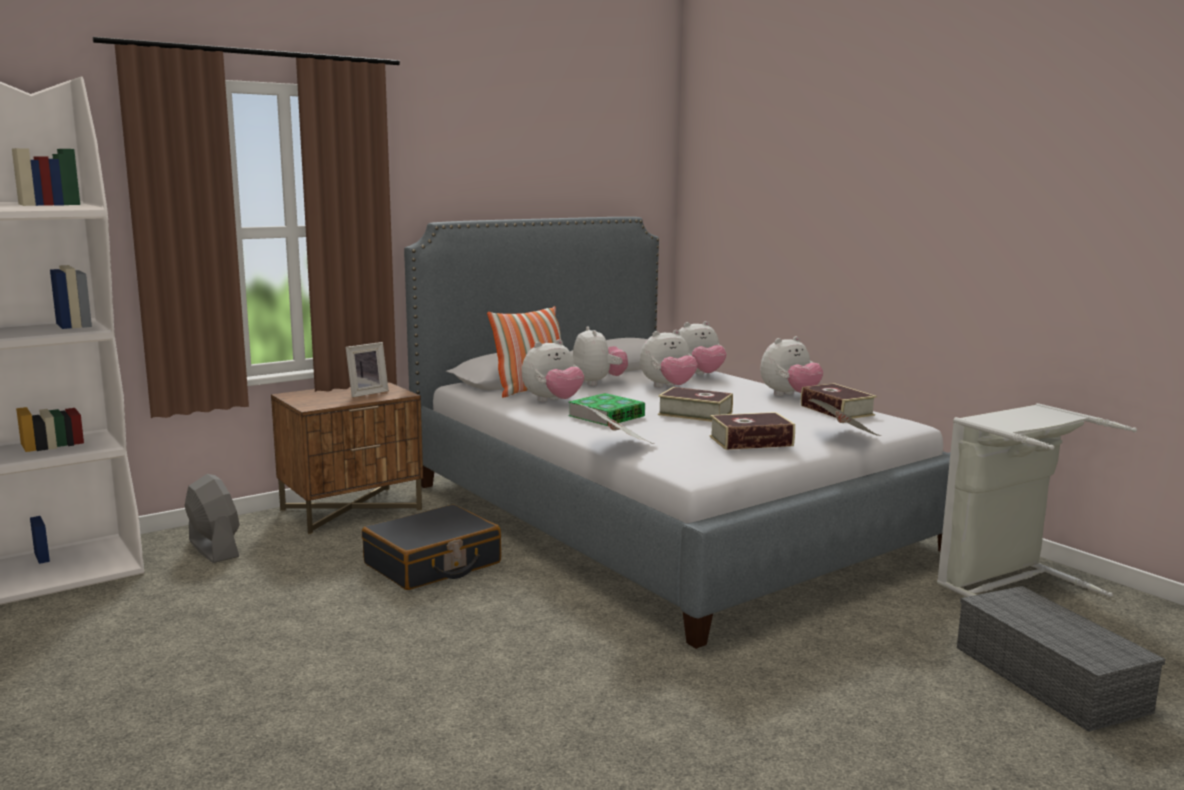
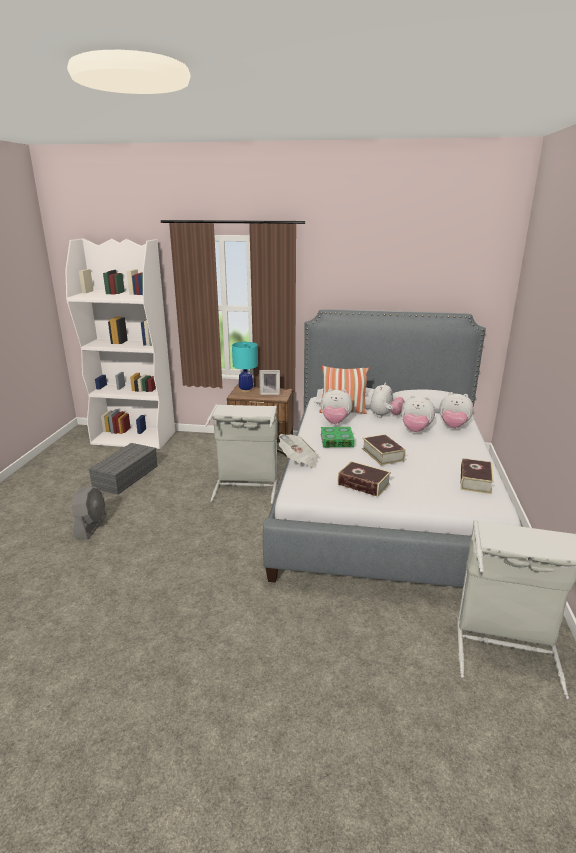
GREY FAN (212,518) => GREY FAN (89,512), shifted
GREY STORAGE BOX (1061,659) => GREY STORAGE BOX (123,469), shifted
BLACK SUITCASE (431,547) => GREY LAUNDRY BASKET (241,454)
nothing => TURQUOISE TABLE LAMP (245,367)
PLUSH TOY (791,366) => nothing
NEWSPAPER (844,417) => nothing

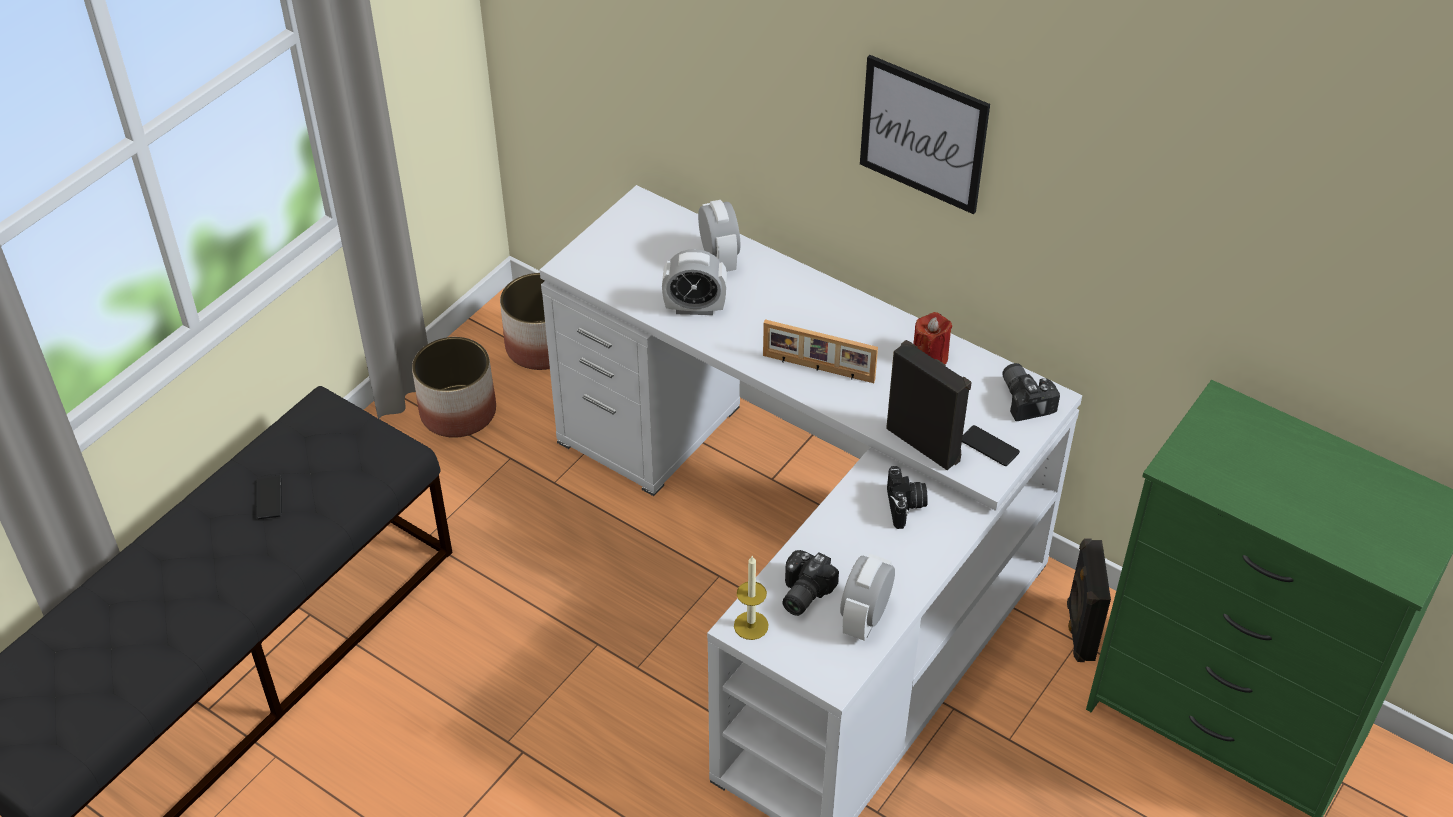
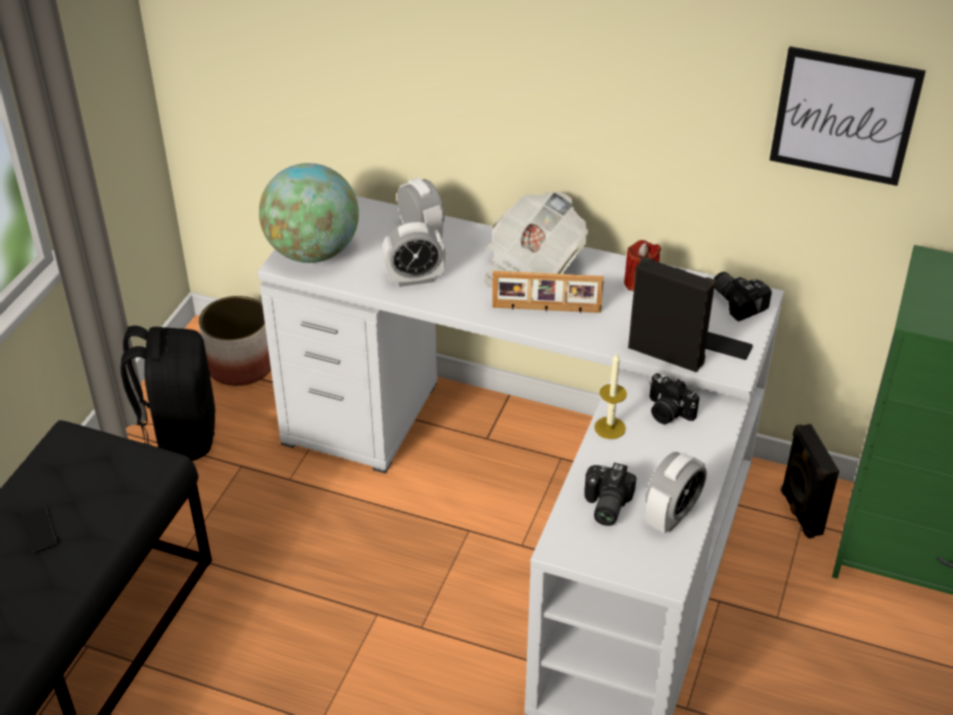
PLANTER (454,387) => BLACK BACKPACK (168,393)
nothing => GLOBE (309,213)
nothing => NEWSPAPER (536,239)
CANDLE (751,597) => CANDLE (610,396), shifted
ALARM CLOCK (867,597) => ALARM CLOCK (676,493), 150 degrees counterclockwise
PHOTO CAMERA (907,497) => PHOTO CAMERA (674,398), 150 degrees clockwise
PICTURE (925,134) => PICTURE (848,116), shifted

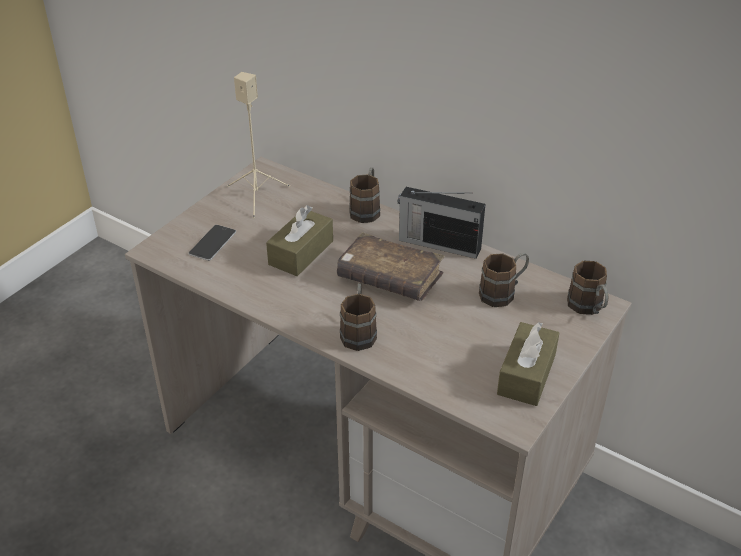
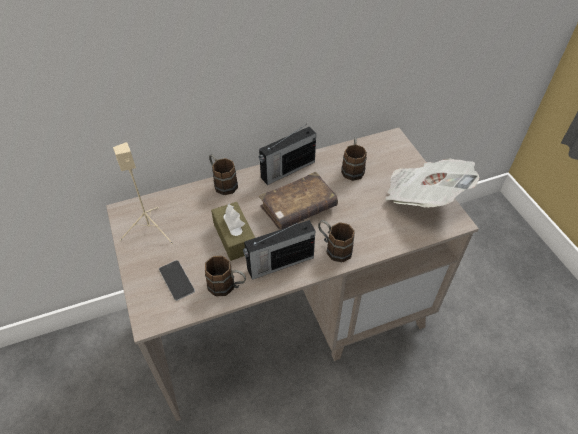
BROWN MUG (587,288) => BROWN MUG (225,276), shifted
nothing => RADIO (279,250)
BROWN TISSUE BOX (528,364) => NEWSPAPER (432,183)

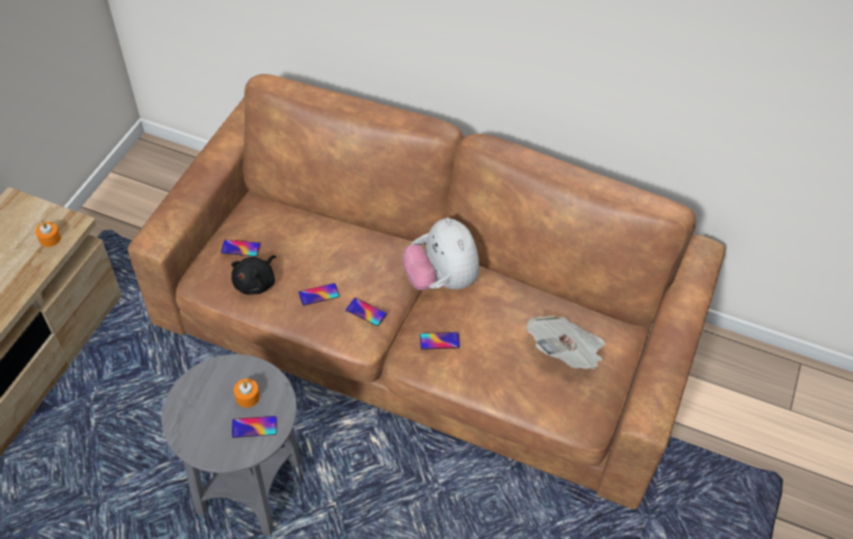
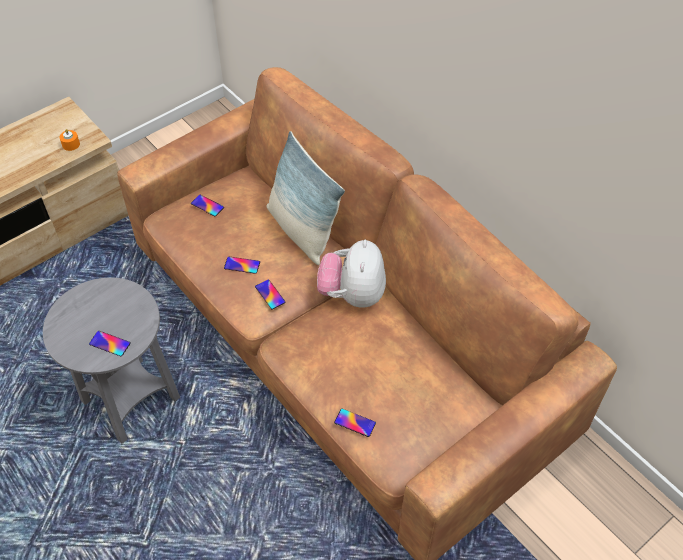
nothing => PILLOW (306,198)
PHONE (440,341) => PHONE (355,423), shifted
BLACK PLUSH TOY (253,275) => nothing
ORANGE CANDLE (247,393) => nothing
NEWSPAPER (566,342) => nothing

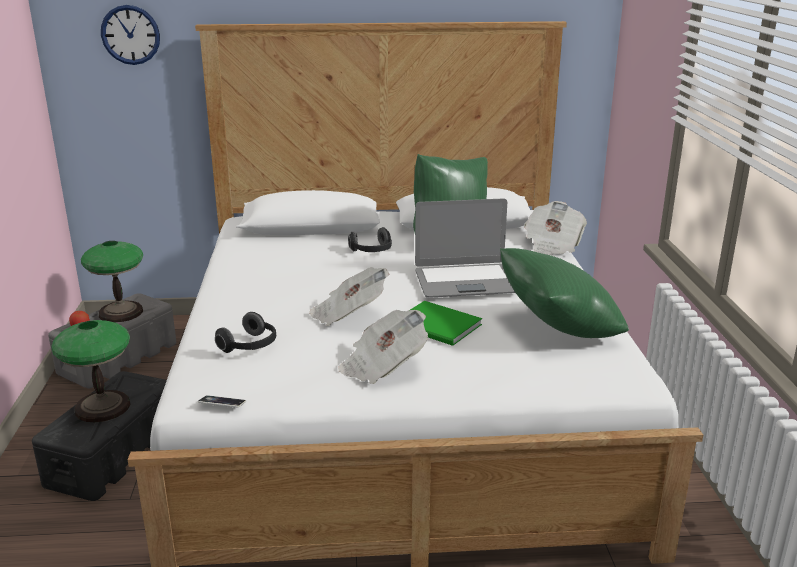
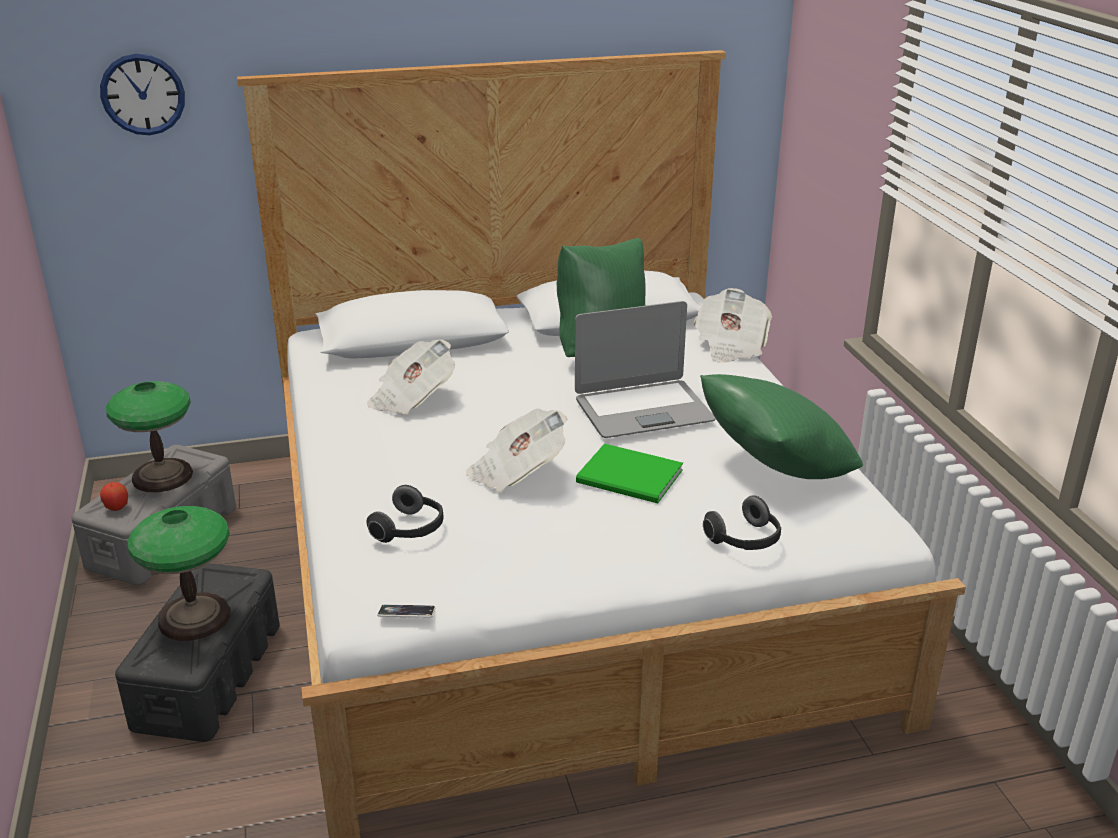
NEWSPAPER (383,347) => NEWSPAPER (411,377), shifted
HEADPHONES (370,239) => HEADPHONES (742,522), shifted

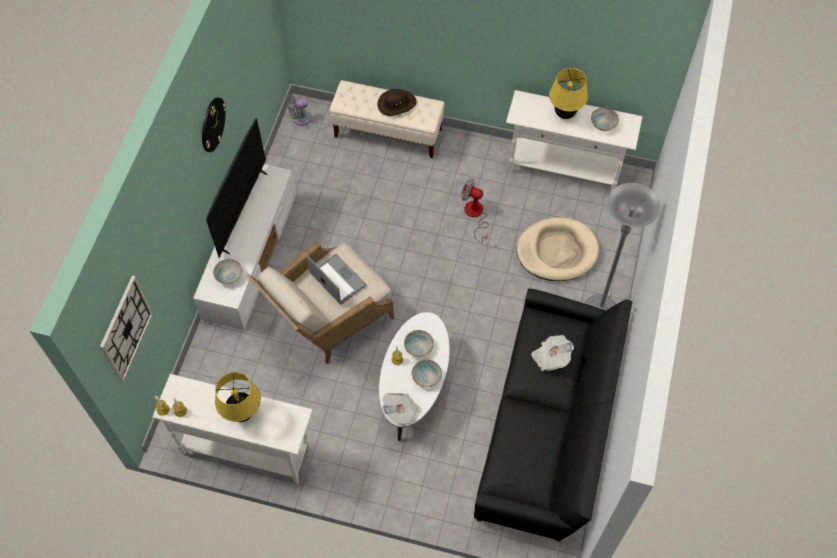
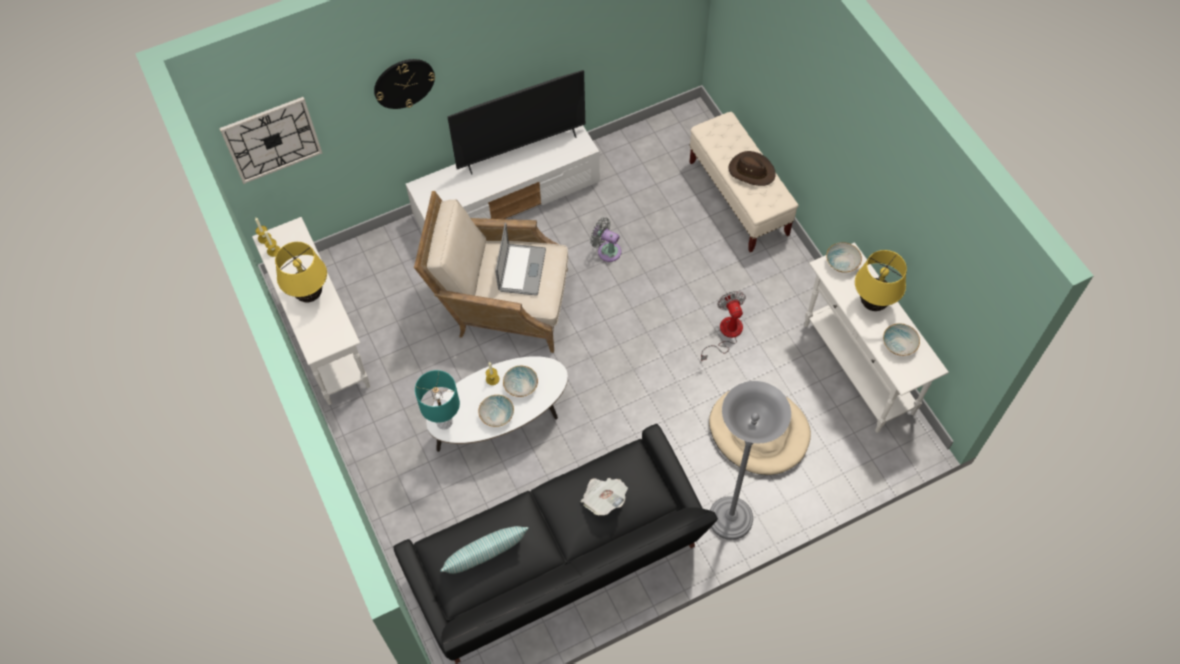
WALL CLOCK (214,124) => WALL CLOCK (404,84), shifted
NEWSPAPER (402,408) => TURQUOISE TABLE LAMP (437,400)
nothing => PILLOW (484,550)
GREY FAN (299,110) => GREY FAN (605,239), shifted
BOWL (227,271) => BOWL (844,257), shifted

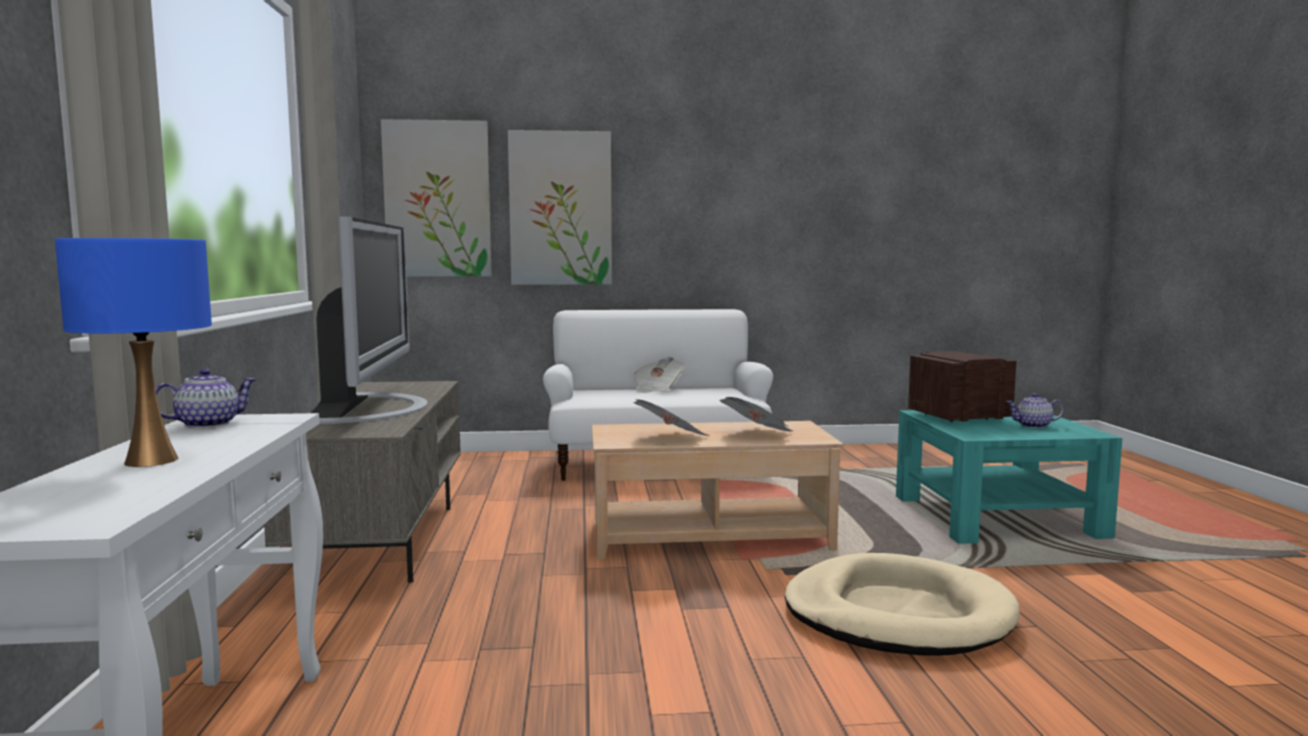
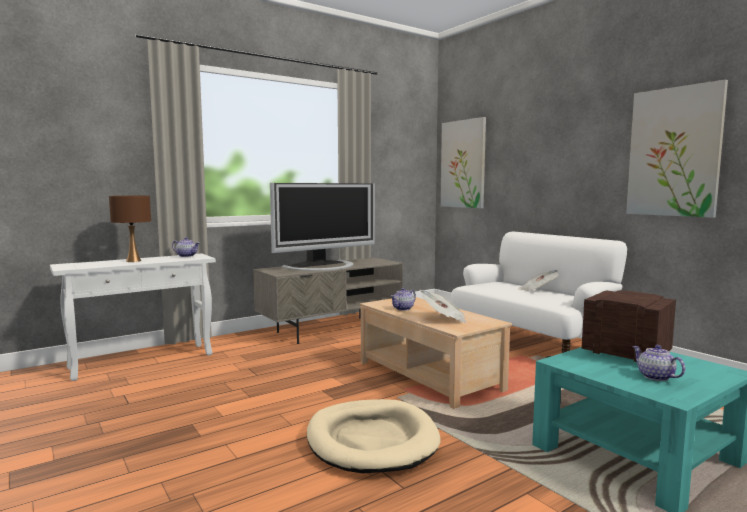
BLUE TABLE LAMP (133,352) => BROWN TABLE LAMP (130,229)
NEWSPAPER (671,417) => TEAPOT (403,299)
PICTURE (560,207) => PICTURE (677,148), shifted

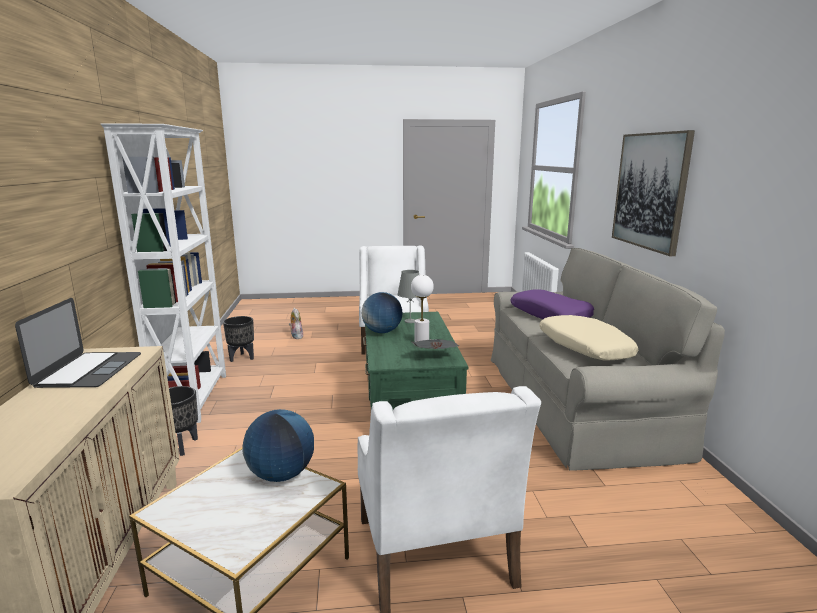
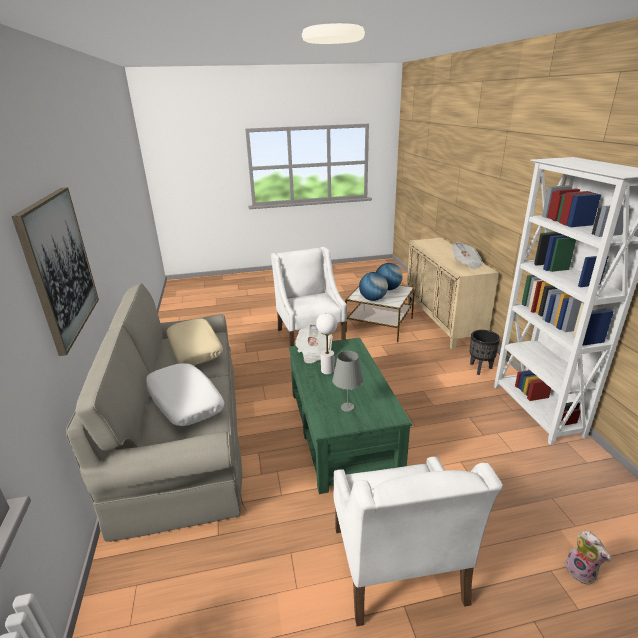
PURPLE PILLOW (552,304) => WHITE PILLOW (185,394)
GLOBE (382,312) => GLOBE (389,276), shifted
LAPTOP (78,343) => NEWSPAPER (467,255)
BLACK PLANTER (238,339) => nothing

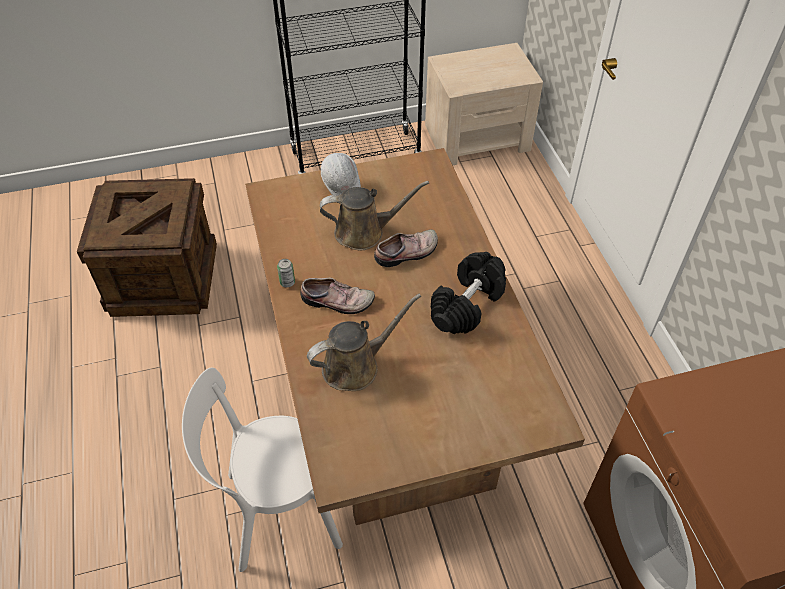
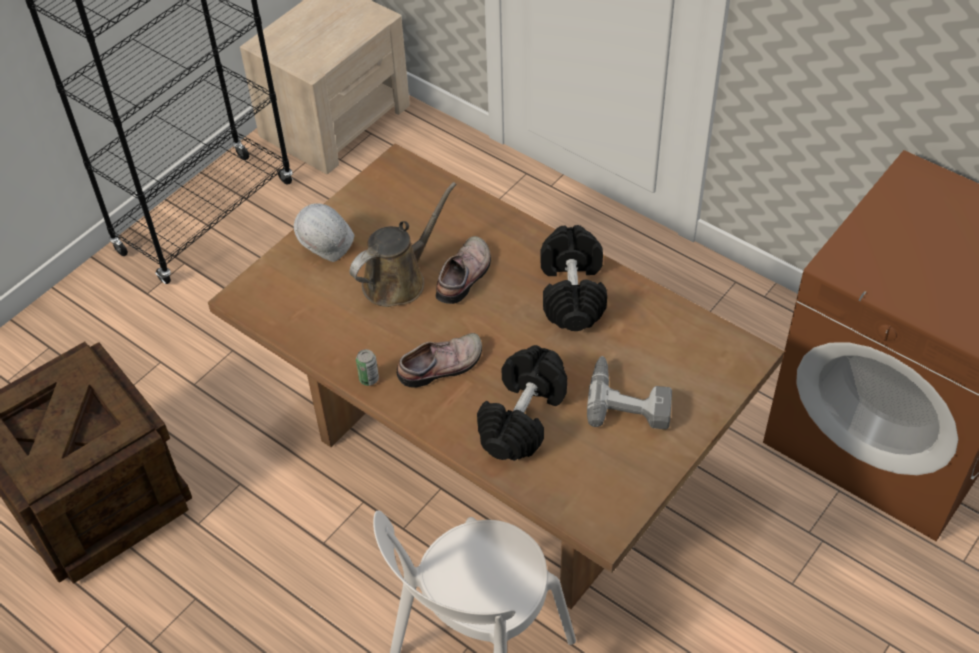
BROWN WATERING CAN (364,342) => BLACK DUMBBELL (522,403)
nothing => POWER DRILL (629,392)

